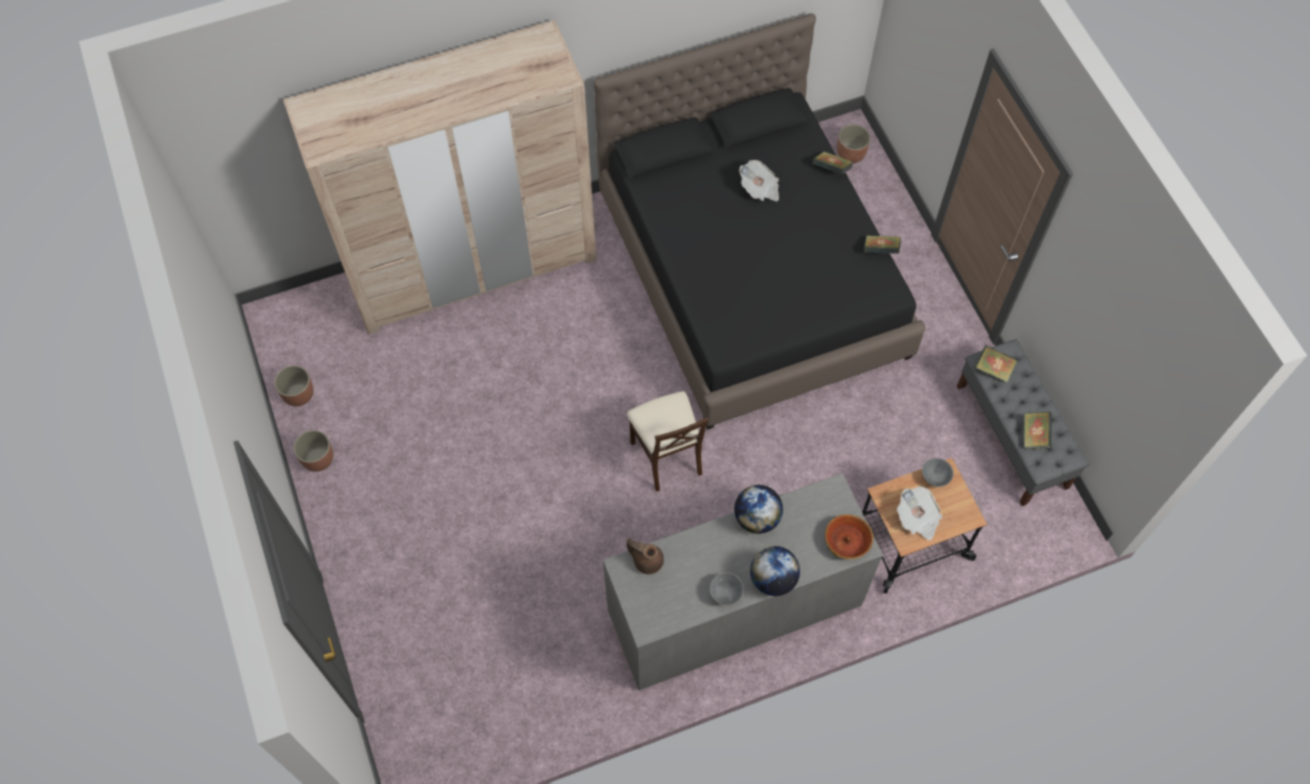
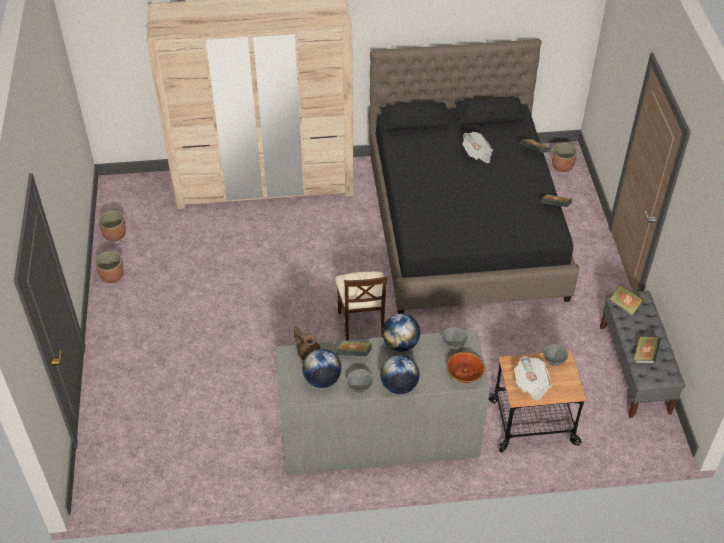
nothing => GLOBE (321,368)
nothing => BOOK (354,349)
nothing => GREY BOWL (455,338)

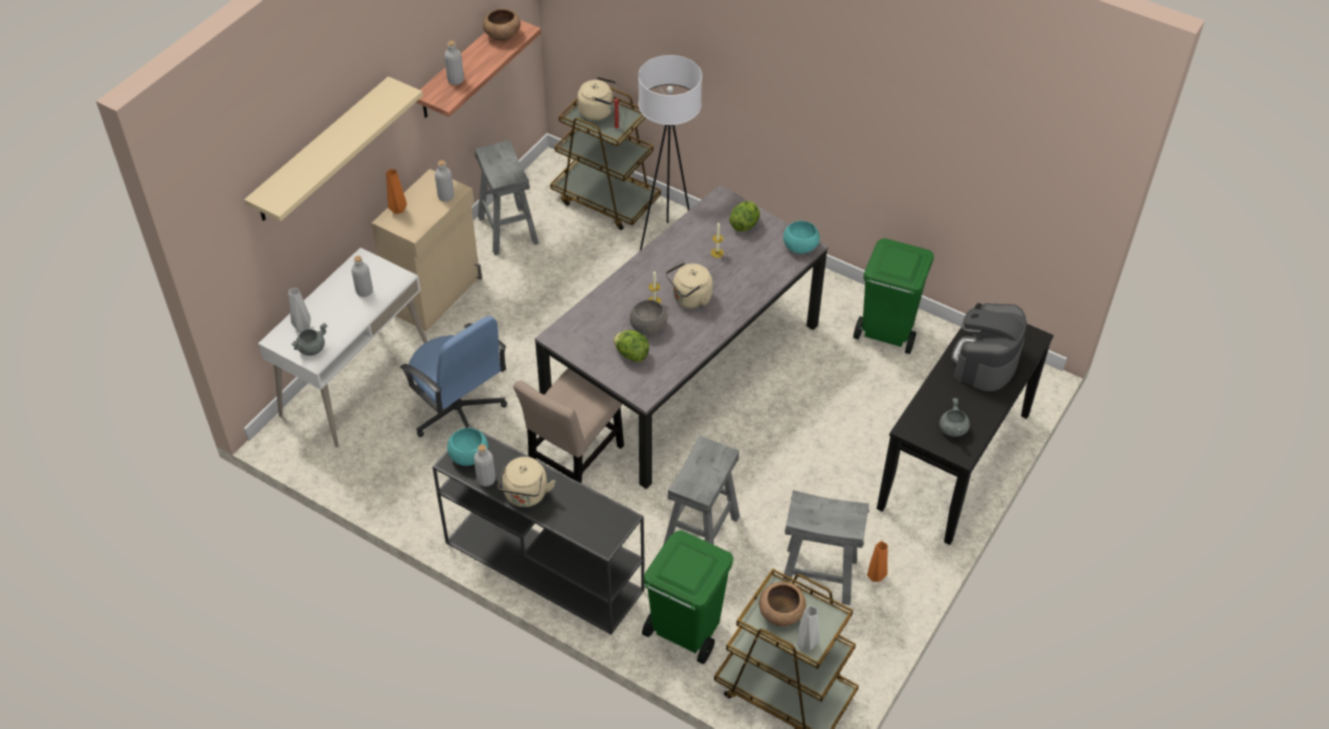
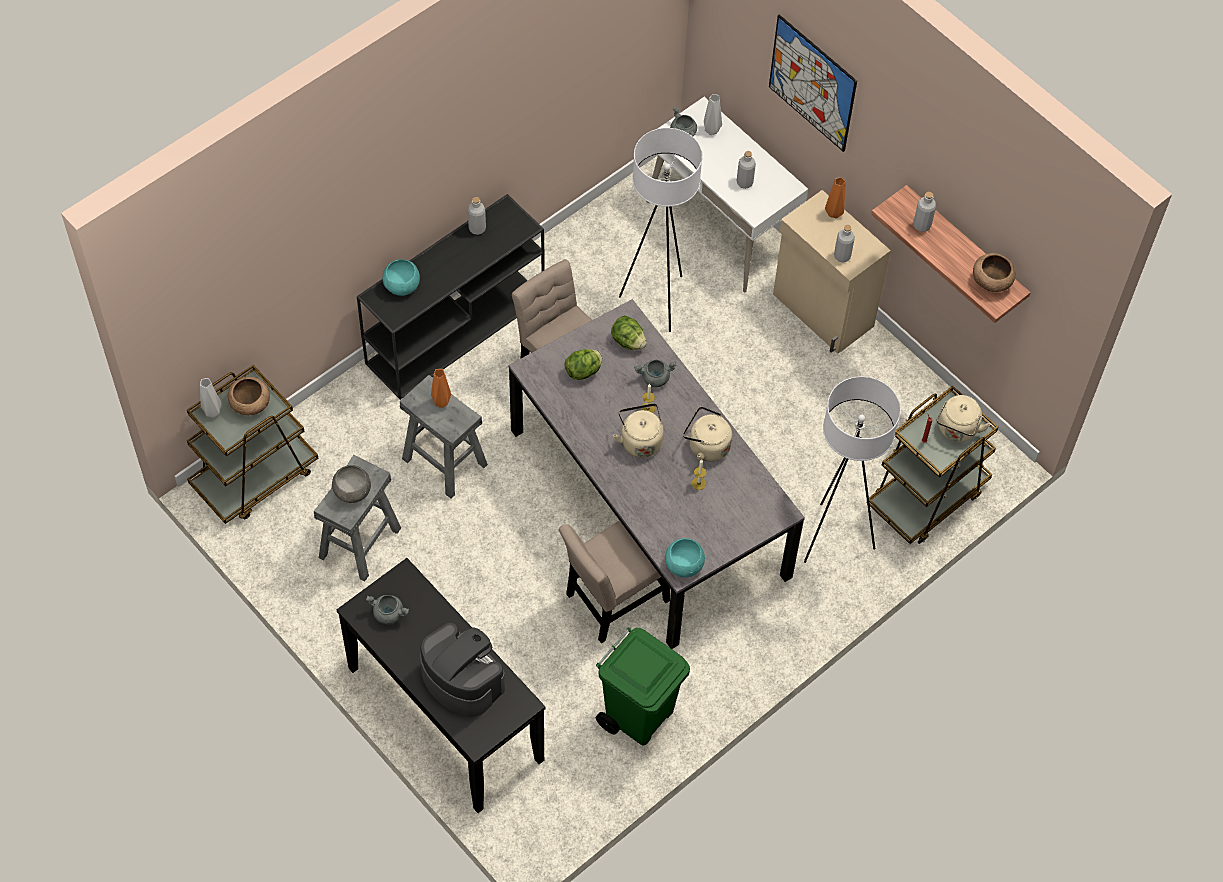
GREY BOWL (649,317) => GREY BOWL (351,484), shifted
TURQUOISE BOWL (467,447) => TURQUOISE BOWL (401,277), shifted
ORANGE VASE (877,561) => ORANGE VASE (441,388), shifted
nothing => BEIGE CHAIR (614,582)
LETTUCE (744,216) => LETTUCE (629,332), shifted
BLUE OFFICE CHAIR (453,376) => WHITE FLOOR LAMP (661,230)
nothing => GREY COOKING POT (655,373)
BEIGE KETTLE (527,482) => BEIGE KETTLE (707,434), shifted
BEIGE SHELF (333,149) => PICTURE (813,83)
GREY STOOL (507,197) => nothing
GREEN TRASH CAN (687,597) => nothing

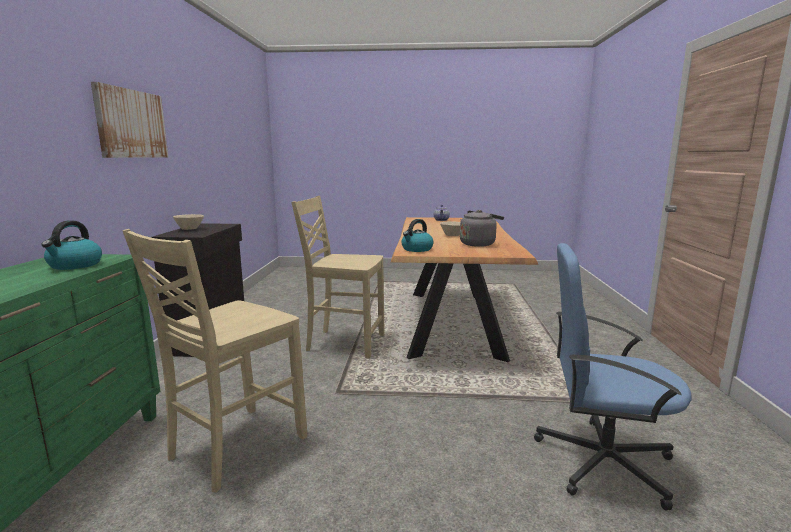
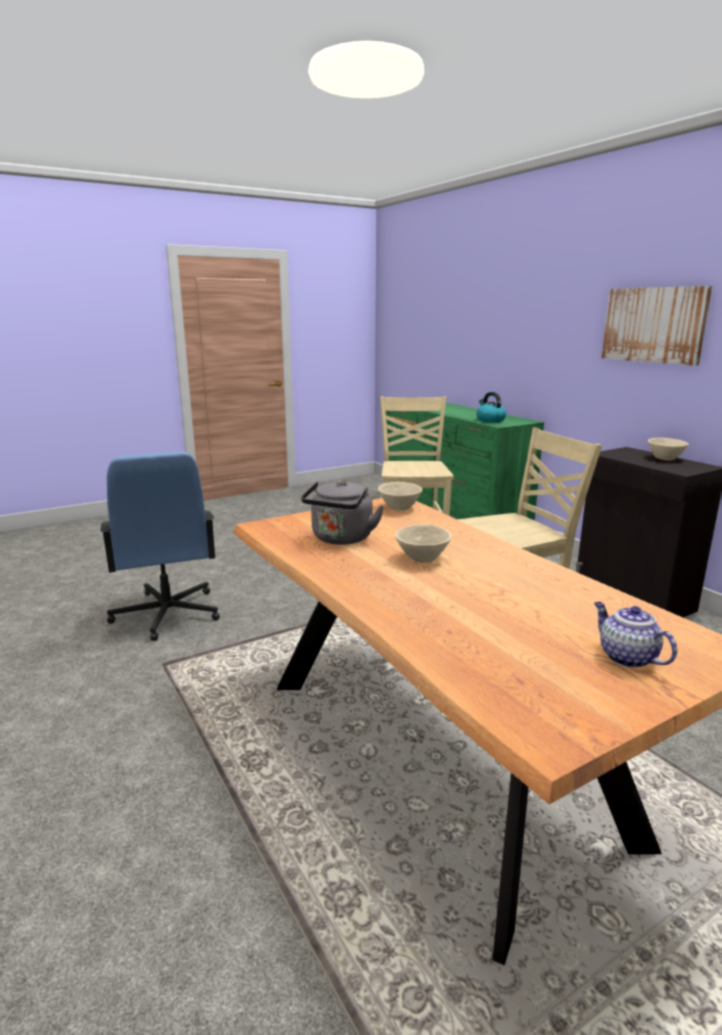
BLUE OFFICE CHAIR (612,376) => BLUE OFFICE CHAIR (160,546), 90 degrees clockwise
KETTLE (417,235) => BEIGE BOWL (400,496)

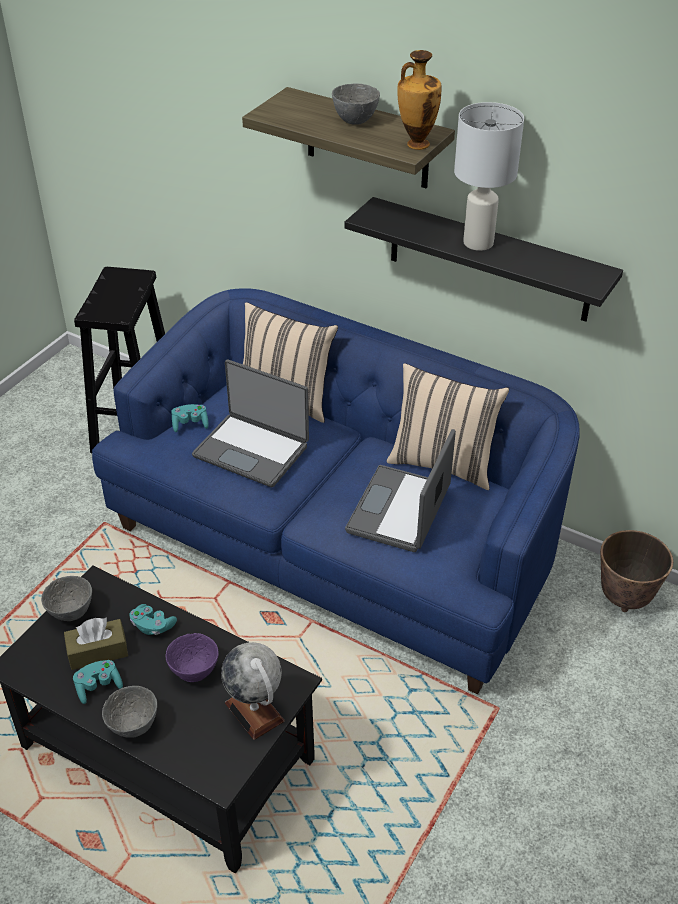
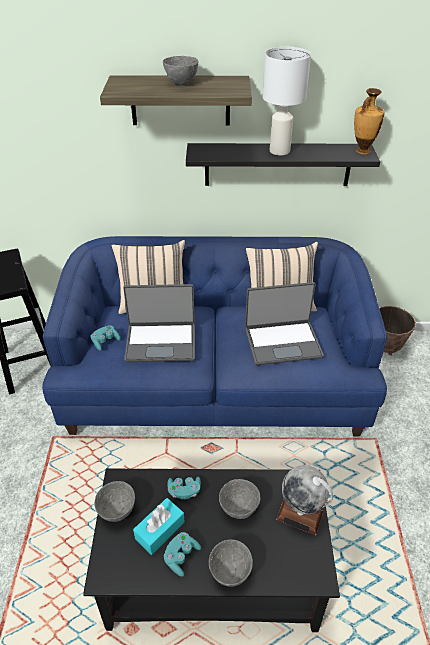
BROWN TISSUE BOX (96,643) => TURQUOISE TISSUE BOX (159,526)
PURPLE BOWL (192,657) => GREY BOWL (239,499)
LAPTOP (400,490) => LAPTOP (284,323), 90 degrees counterclockwise
VASE (419,100) => VASE (369,121), shifted

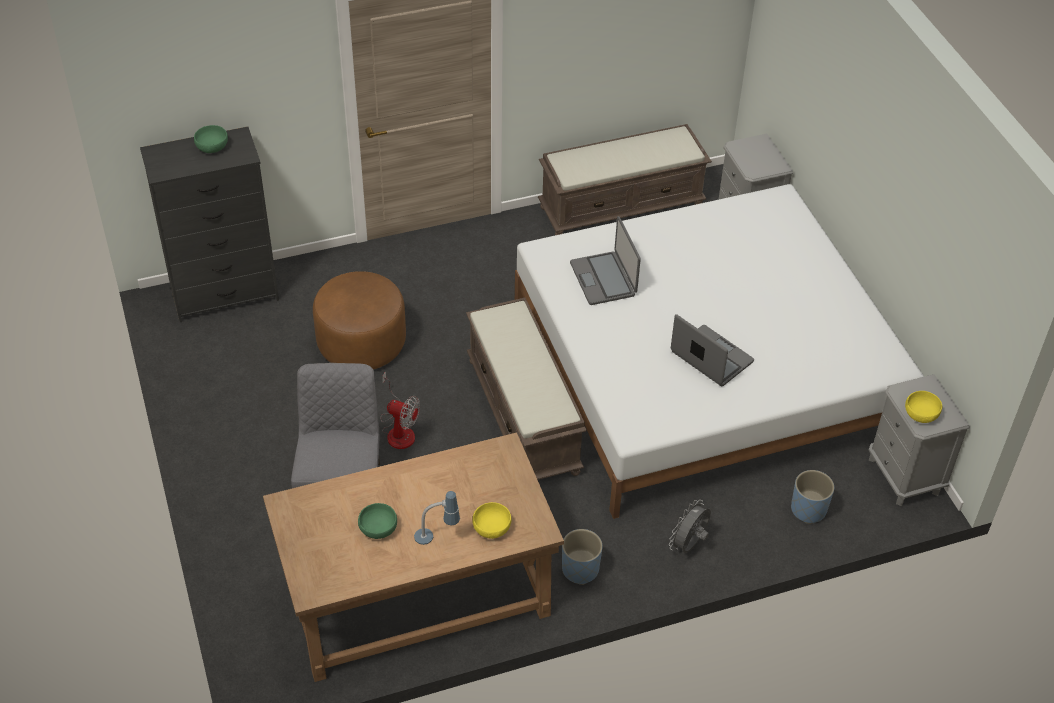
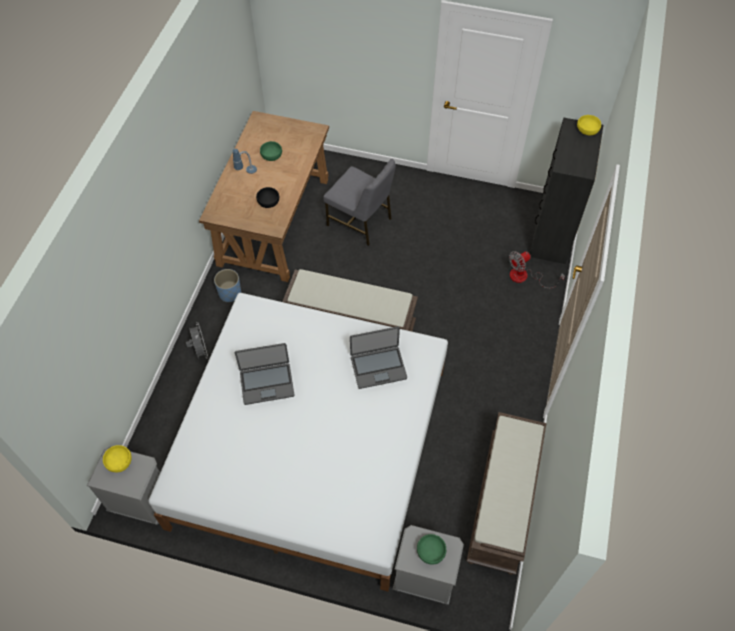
nothing => BLACK BOWL (267,197)
LAPTOP (605,260) => LAPTOP (378,357), 150 degrees clockwise
GREEN BOWL (211,139) => GREEN BOWL (431,549), shifted
FAN (400,410) => FAN (537,269), shifted
YELLOW BOWL (491,520) => YELLOW BOWL (589,125), shifted
BROWN OTTOMAN (359,320) => nothing
BLUE PLANTER (812,497) => nothing

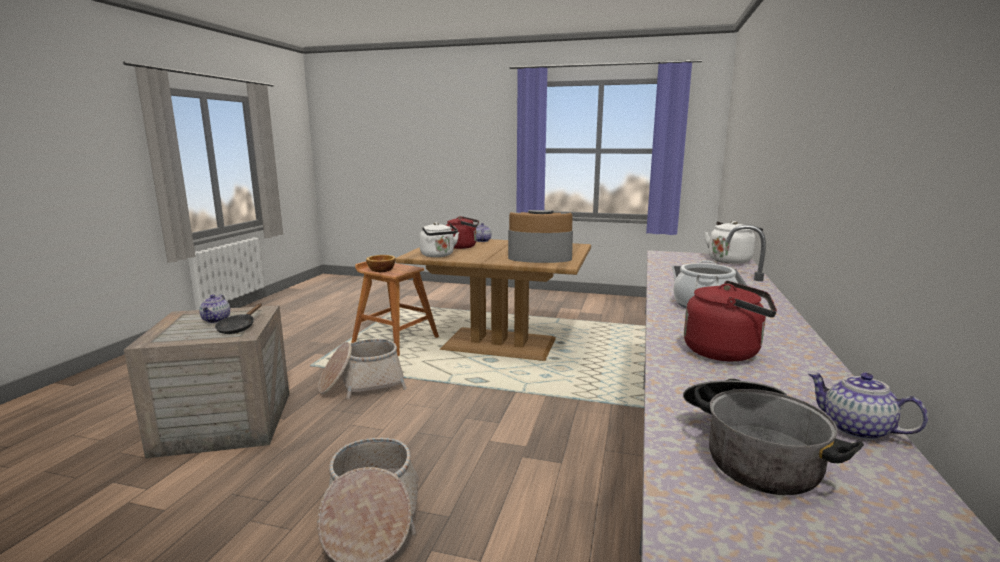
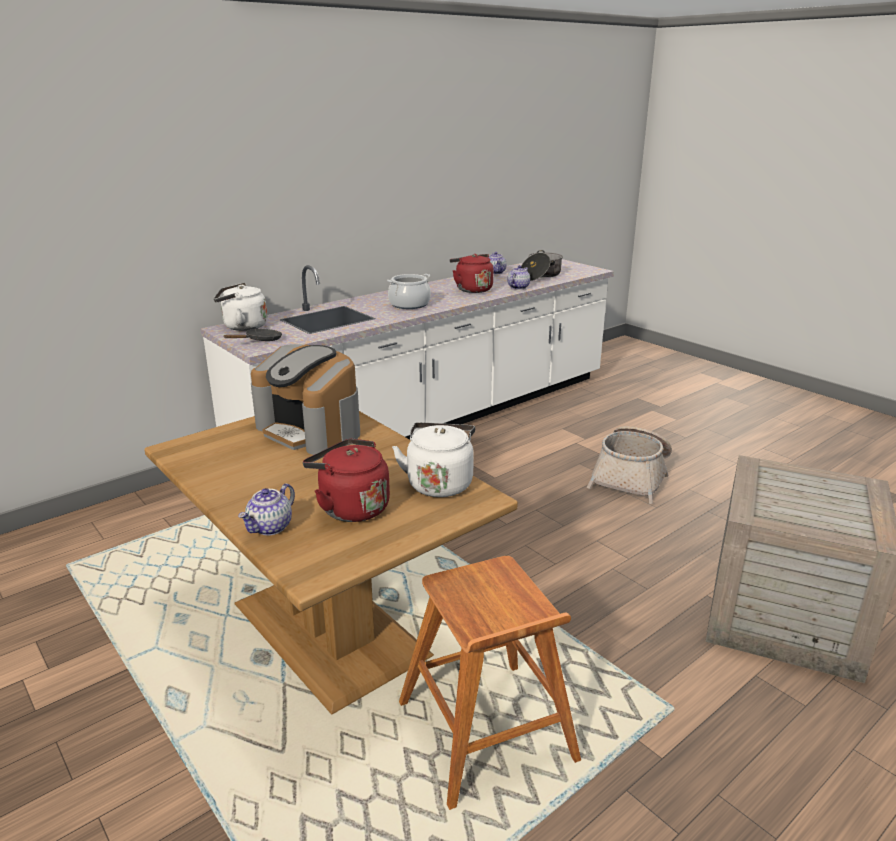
BLACK FRYING PAN (238,318) => BLACK FRYING PAN (253,335), shifted
TEAPOT (214,308) => TEAPOT (518,277), shifted
BASKET (362,369) => nothing
BOWL (380,263) => nothing

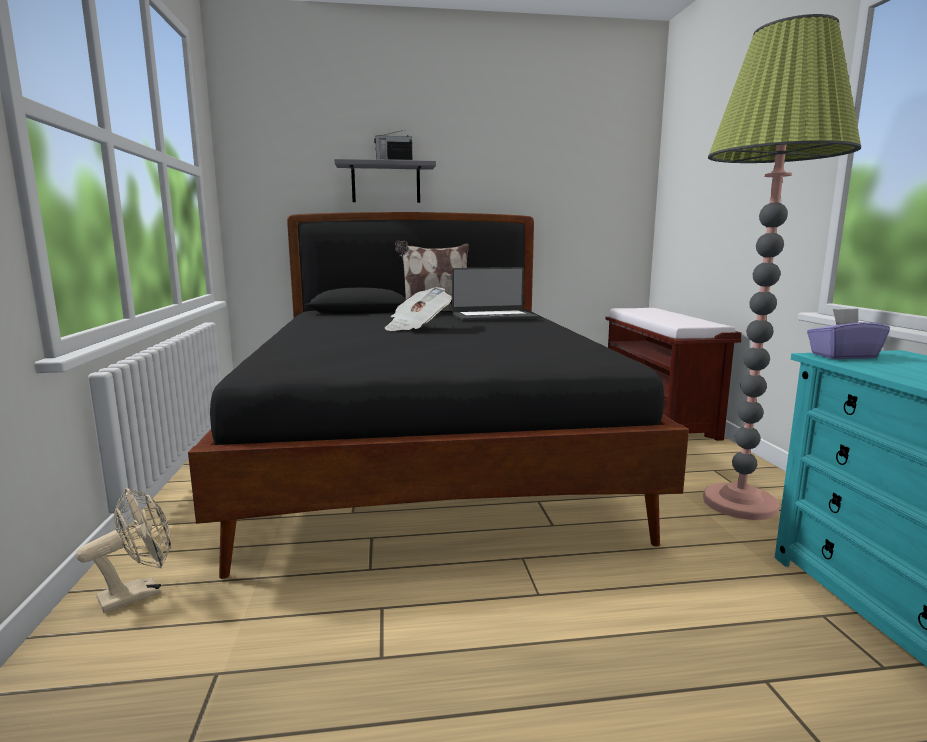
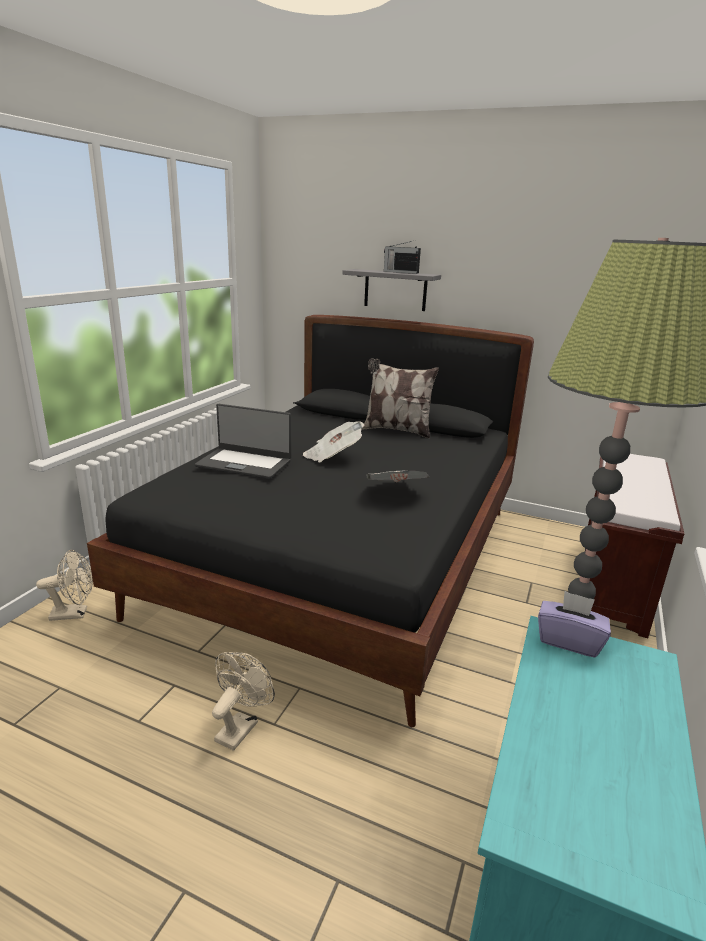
LAPTOP (495,294) => LAPTOP (243,441), shifted
nothing => BEIGE FAN (243,701)
nothing => NEWSPAPER (397,476)

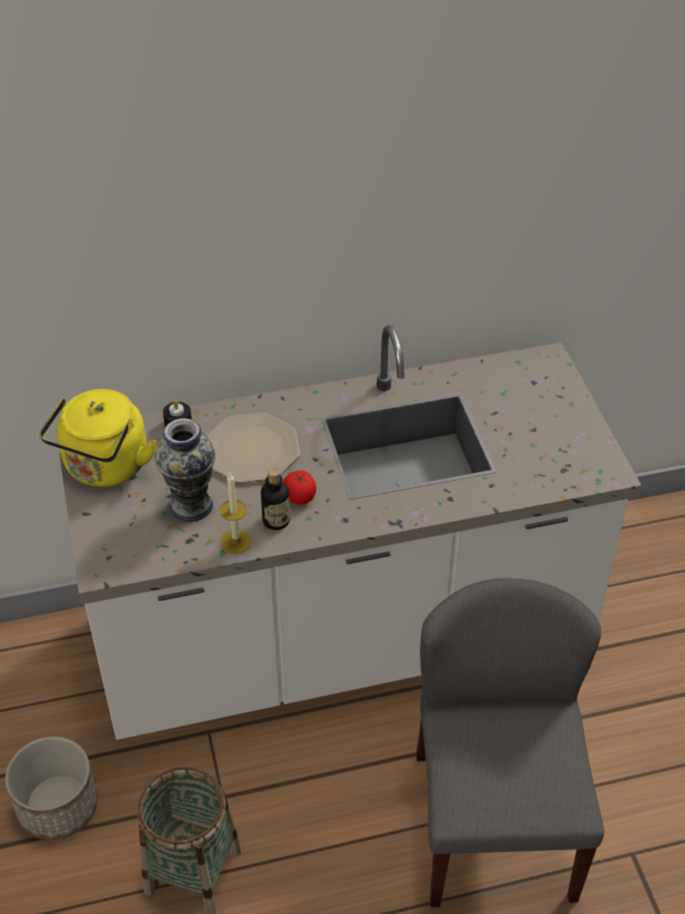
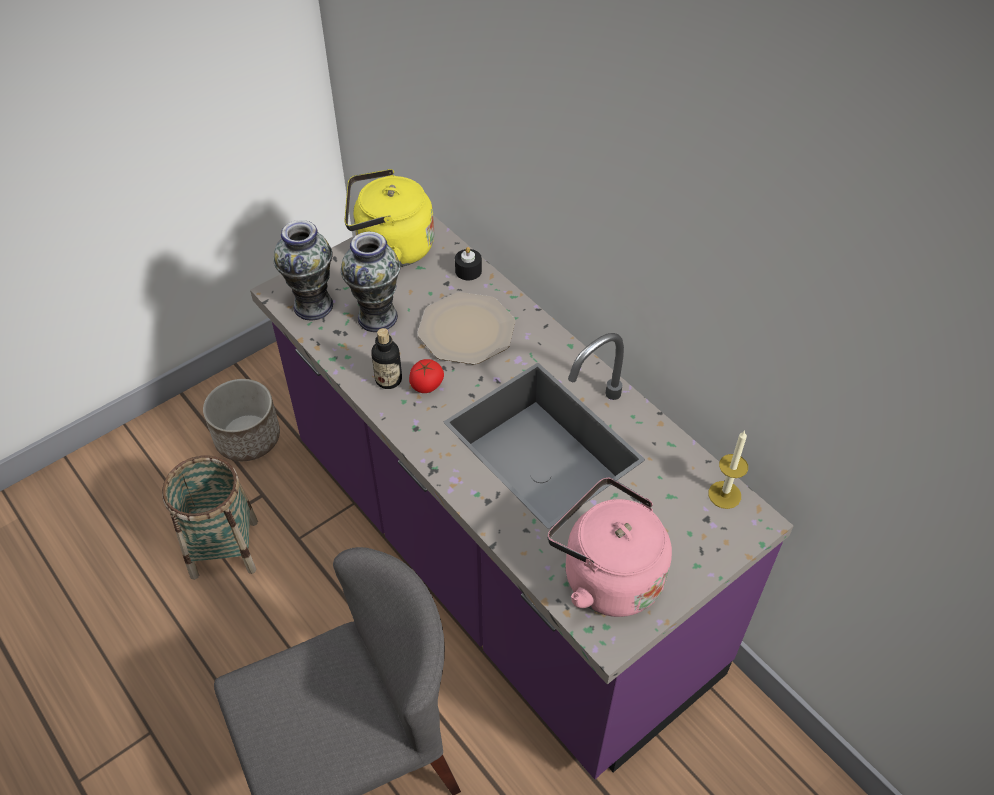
WHITE COUNTER (348,532) => PURPLE COUNTER (521,497)
nothing => VASE (303,270)
nothing => PINK KETTLE (610,547)
CANDLE (236,513) => CANDLE (728,469), shifted

